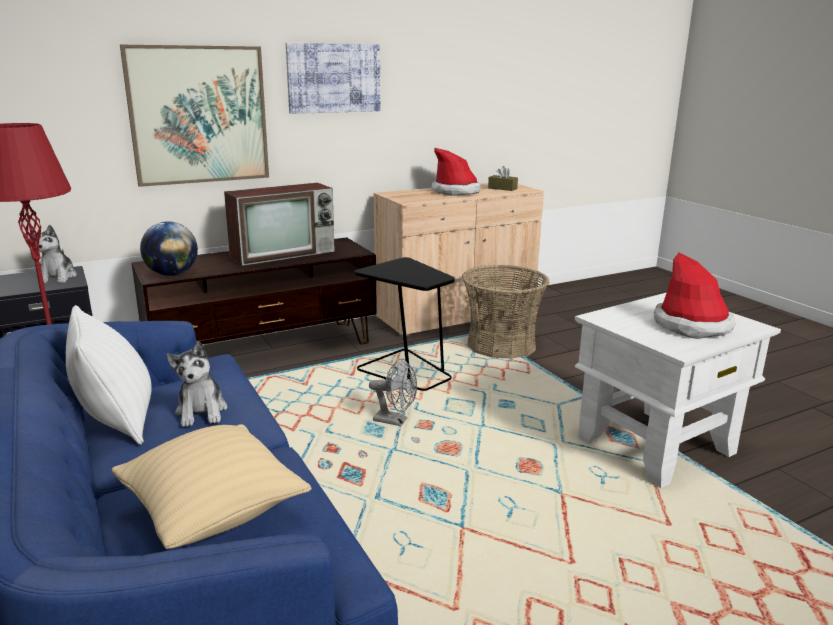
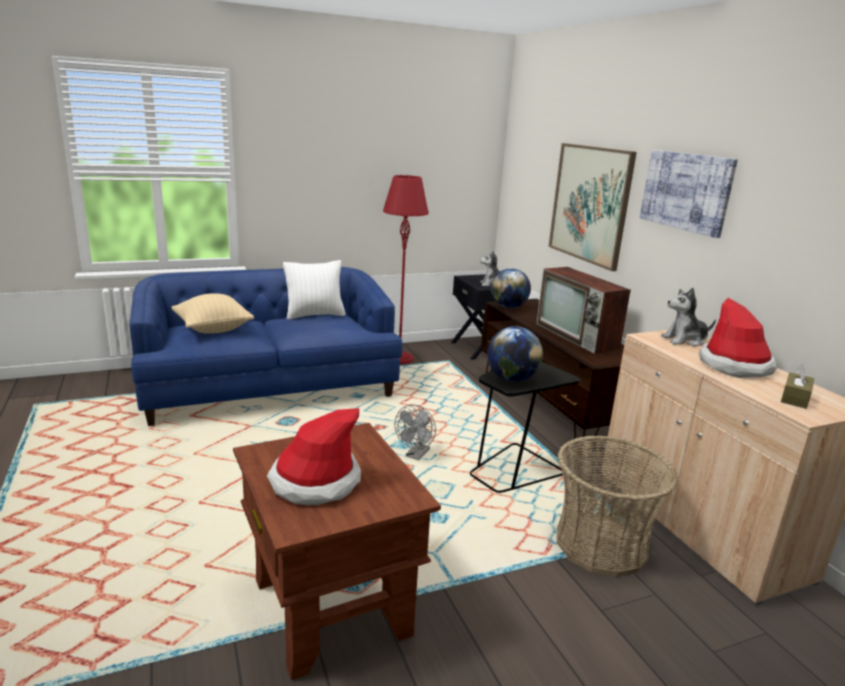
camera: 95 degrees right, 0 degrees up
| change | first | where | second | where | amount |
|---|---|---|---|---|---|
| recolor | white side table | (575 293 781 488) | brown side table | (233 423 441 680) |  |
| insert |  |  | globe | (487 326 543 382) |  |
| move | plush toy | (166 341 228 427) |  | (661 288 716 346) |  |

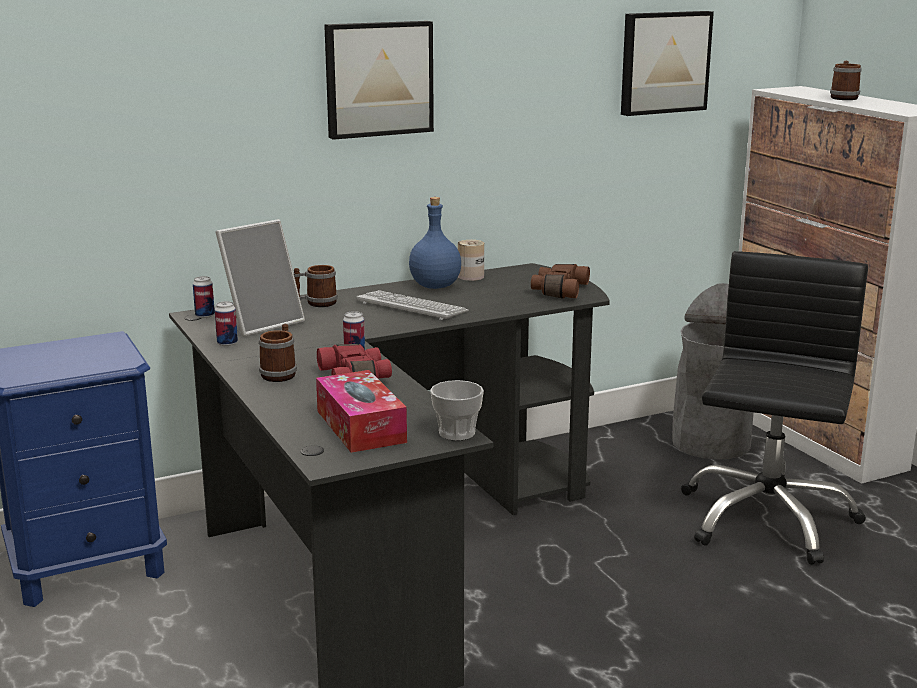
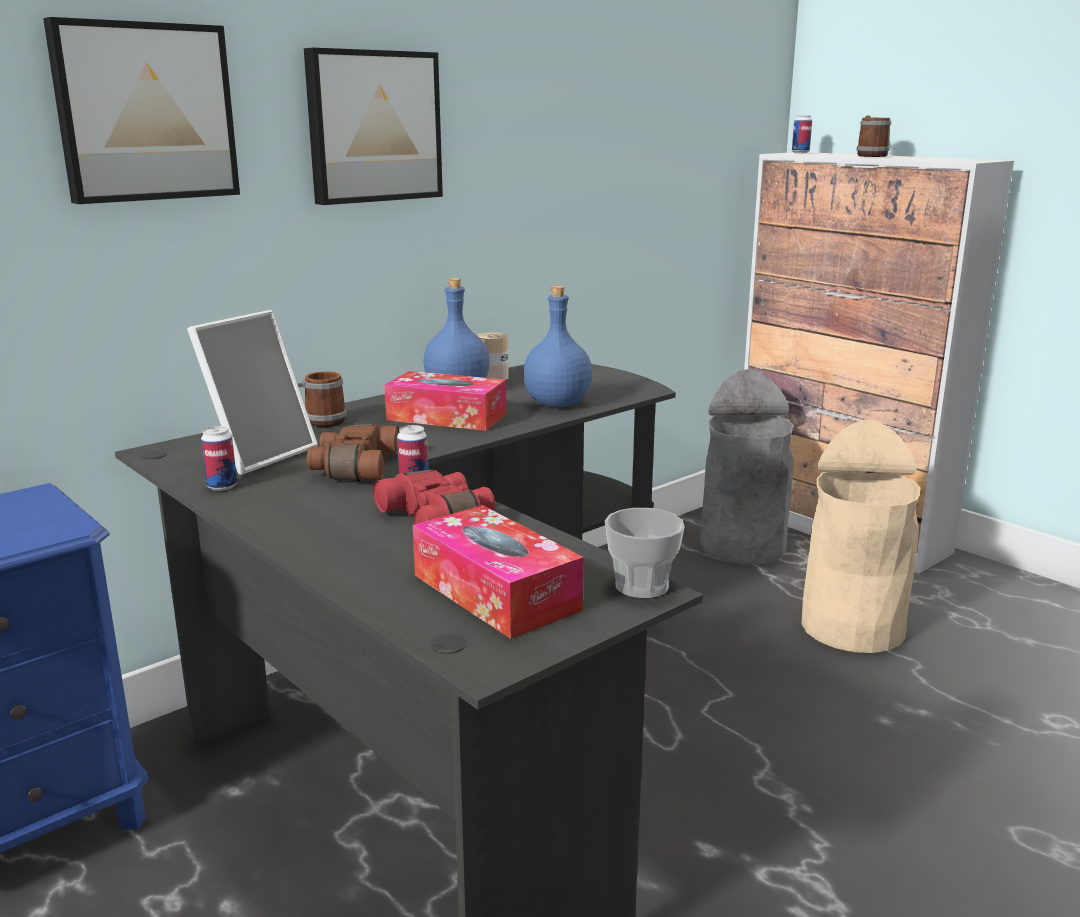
camera: 15 degrees left, 0 degrees up
| change | first | where | second | where | amount |
|---|---|---|---|---|---|
| move | picture | (621 11 714 116) |  | (43 17 240 204) |  |
| move | brown binoculars | (531 264 590 298) |  | (307 424 400 482) |  |
| replace | keyboard | (357 290 469 320) | tissue box | (384 371 506 431) |  |
| insert |  |  | blue bottle | (523 286 592 407) |  |
| move | can | (193 276 215 318) |  | (792 115 812 153) |  |
| replace | black office chair | (681 251 868 565) | beige trash can | (802 419 921 653) |  |
| delete | mug | (259 324 297 382) |  |  |  |

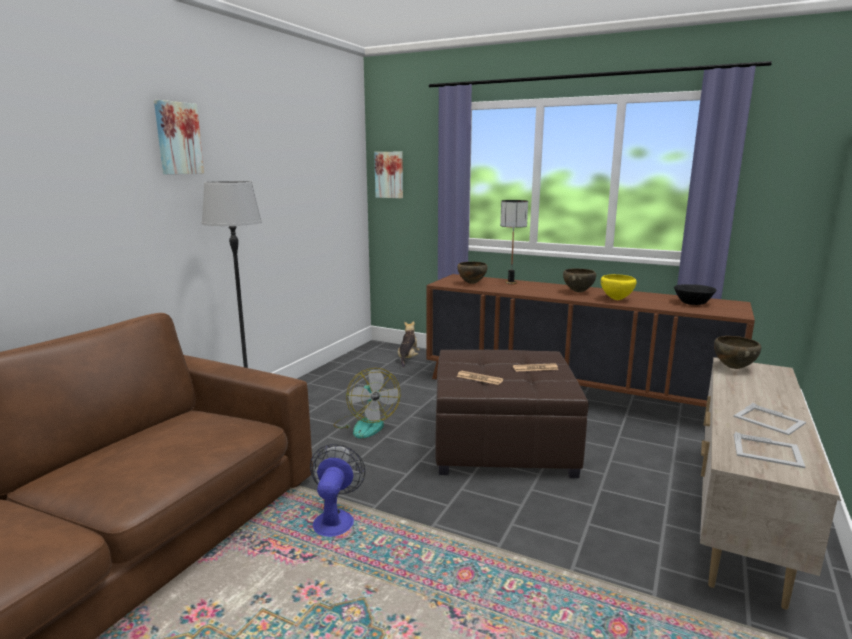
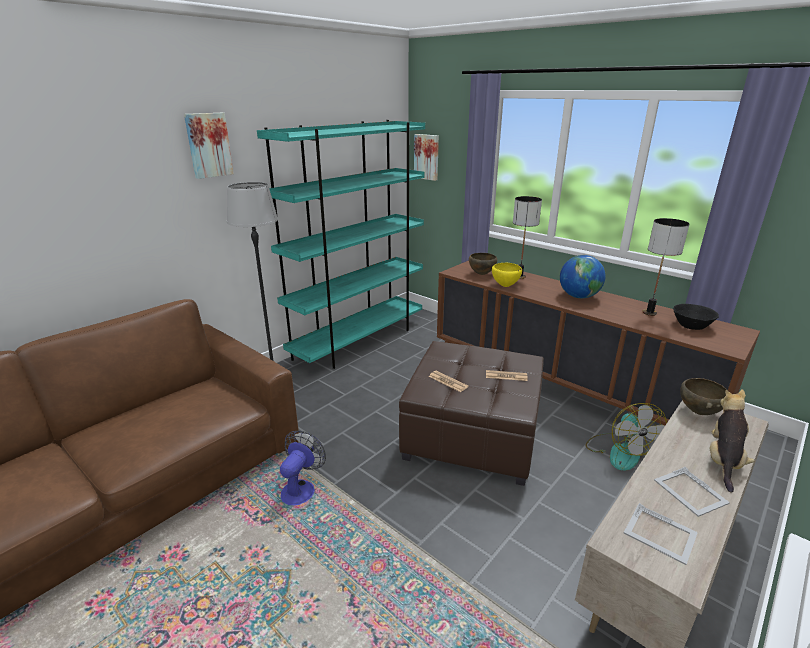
camera: 15 degrees right, 10 degrees up
| change | first | where | second | where | amount |
|---|---|---|---|---|---|
| insert |  |  | turquoise bookcase | (257 120 425 369) |  |
| move | yellow bowl | (601 274 637 300) |  | (492 263 522 287) |  |
| replace | brown bowl | (563 268 596 293) | globe | (560 255 606 298) |  |
| move | fan | (334 368 400 438) |  | (586 403 667 471) |  |
| insert |  |  | table lamp | (642 218 689 316) |  |
| move | plush toy | (398 321 420 367) |  | (709 389 755 493) |  |

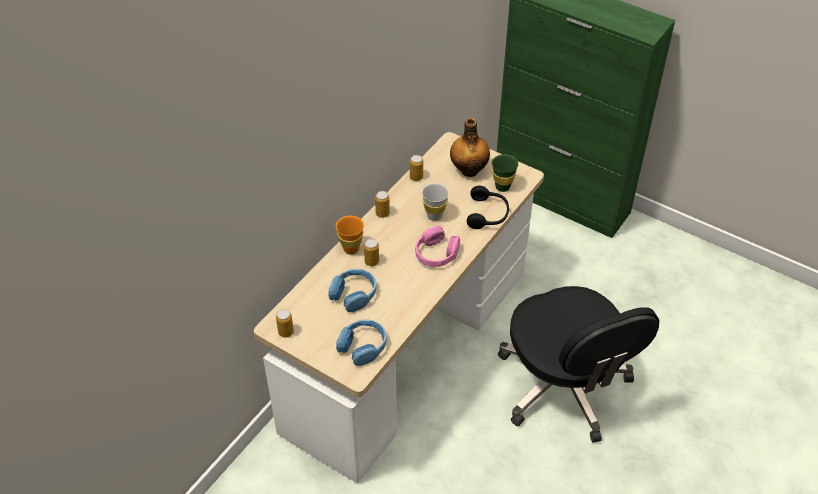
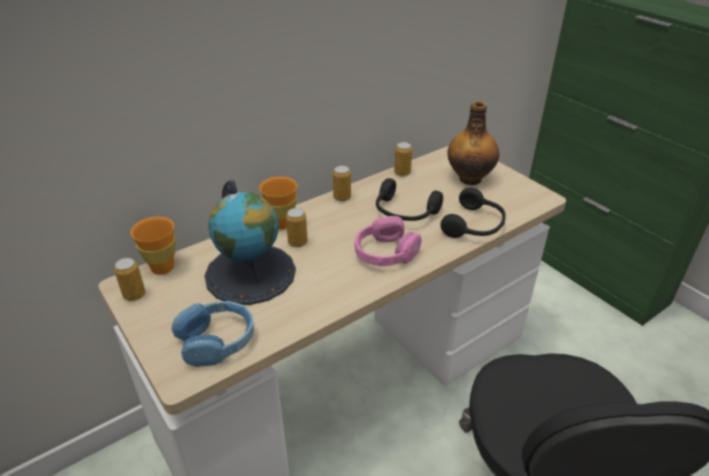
camera: 20 degrees right, 10 degrees down
| change | first | where | second | where | amount |
|---|---|---|---|---|---|
| insert |  |  | orange cup | (131 217 175 275) |  |
| replace | blue headphones | (328 269 376 312) | globe | (204 180 296 305) |  |
| replace | white cup | (422 183 449 221) | black headphones | (376 178 443 221) |  |
| delete | green cup | (492 154 518 192) |  |  |  |

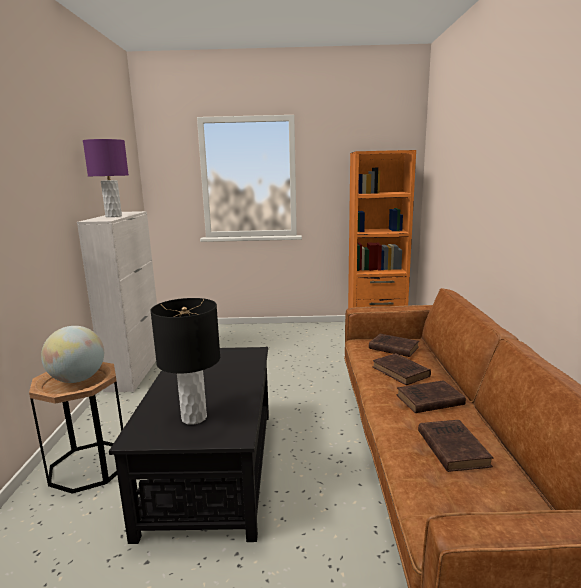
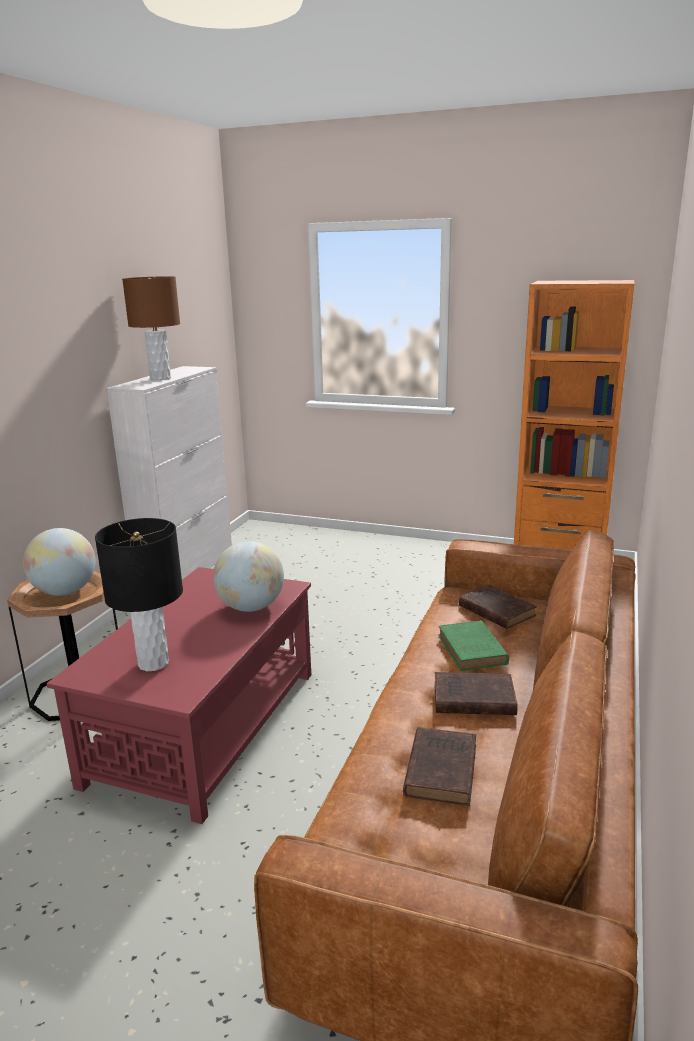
camera: 20 degrees right, 5 degrees up
| change | first | where | second | where | amount |
|---|---|---|---|---|---|
| recolor | black coffee table | (109 347 269 544) | red coffee table | (46 567 311 824) |  |
| recolor | purple table lamp | (83 139 129 217) | brown table lamp | (122 276 180 380) |  |
| insert |  |  | globe | (213 541 284 612) |  |
| recolor | brown book | (373 353 431 385) | green book | (438 620 509 671) |  |

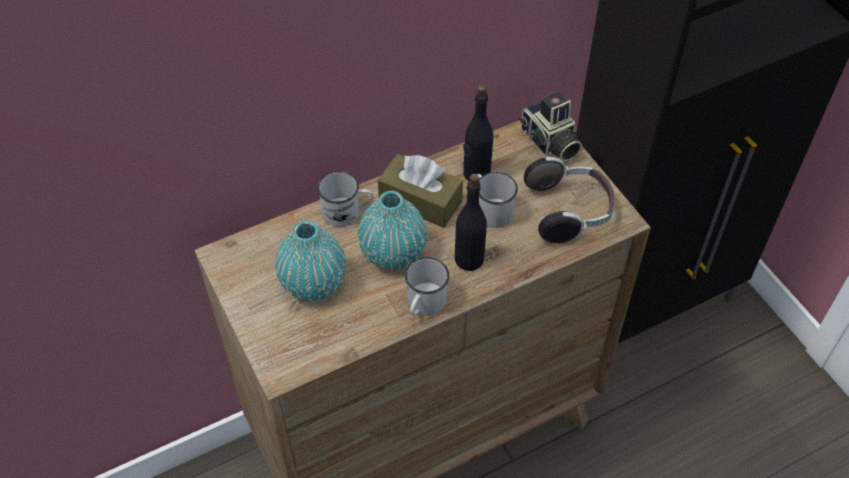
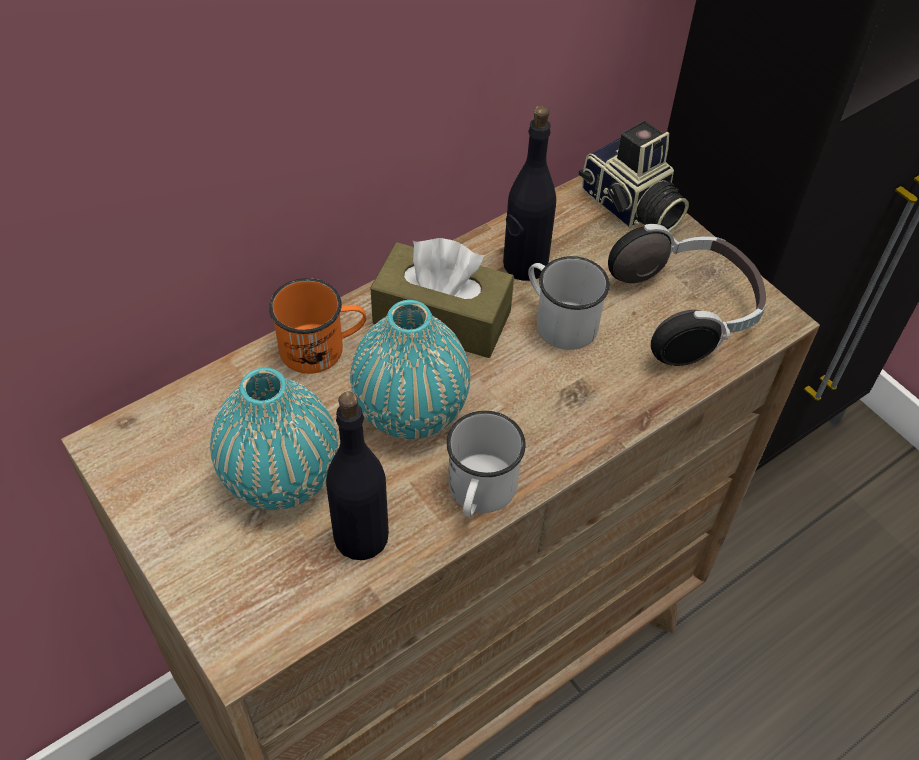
camera: 10 degrees left, 0 degrees up
| change | first | where | second | where | amount |
|---|---|---|---|---|---|
| recolor | white mug | (317 171 373 227) | orange mug | (269 278 366 374) |  |
| move | black bottle | (455 174 487 271) |  | (326 391 389 560) |  |

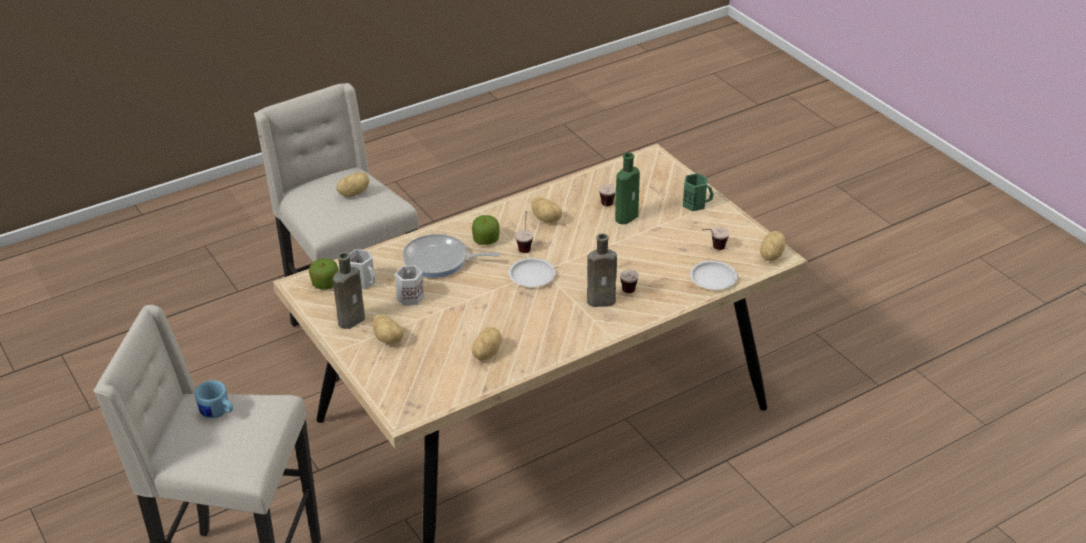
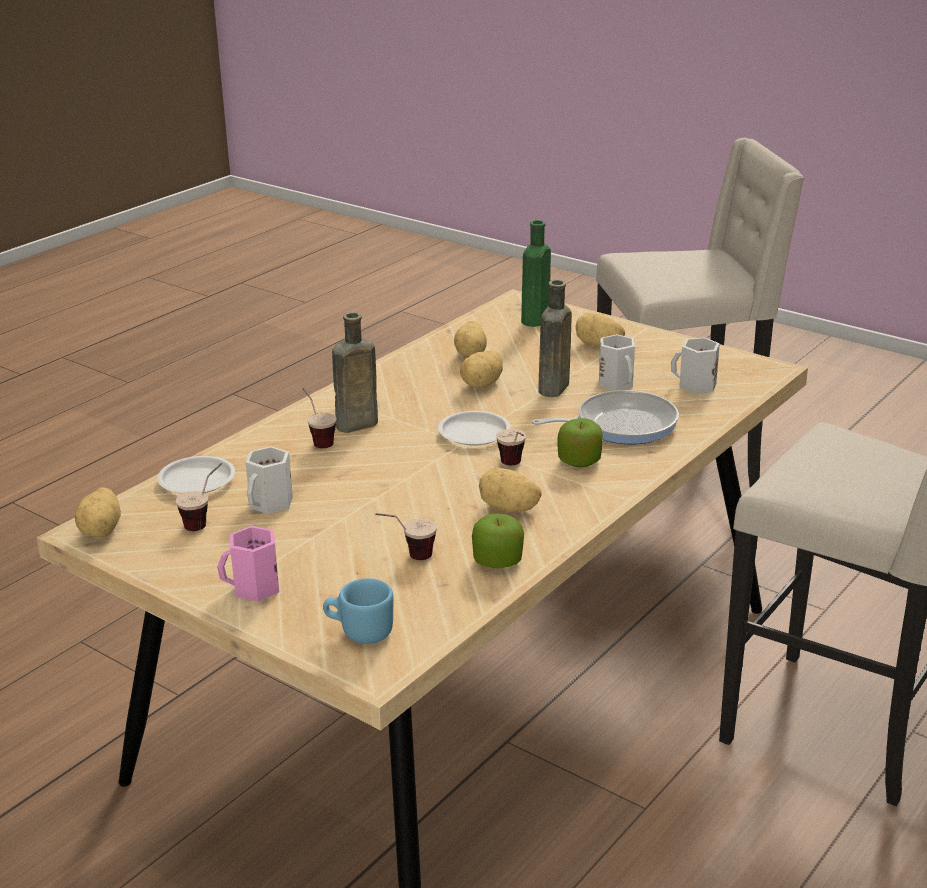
camera: 160 degrees right, 10 degrees down
| change | first | where | second | where | amount |
|---|---|---|---|---|---|
| recolor | green mug | (683 173 714 211) | pink mug | (217 526 279 602) |  |
| insert |  |  | white mug | (246 446 293 514) |  |
| move | blue mug | (195 380 233 419) |  | (323 578 393 644) |  |
| move | potato | (336 172 370 197) |  | (460 350 503 388) |  |
| move | apple | (309 259 339 290) |  | (472 513 524 568) |  |
| move | green bottle | (615 153 640 224) |  | (521 220 551 327) |  |
| move | brown bottle | (333 252 365 329) |  | (538 280 572 397) |  |

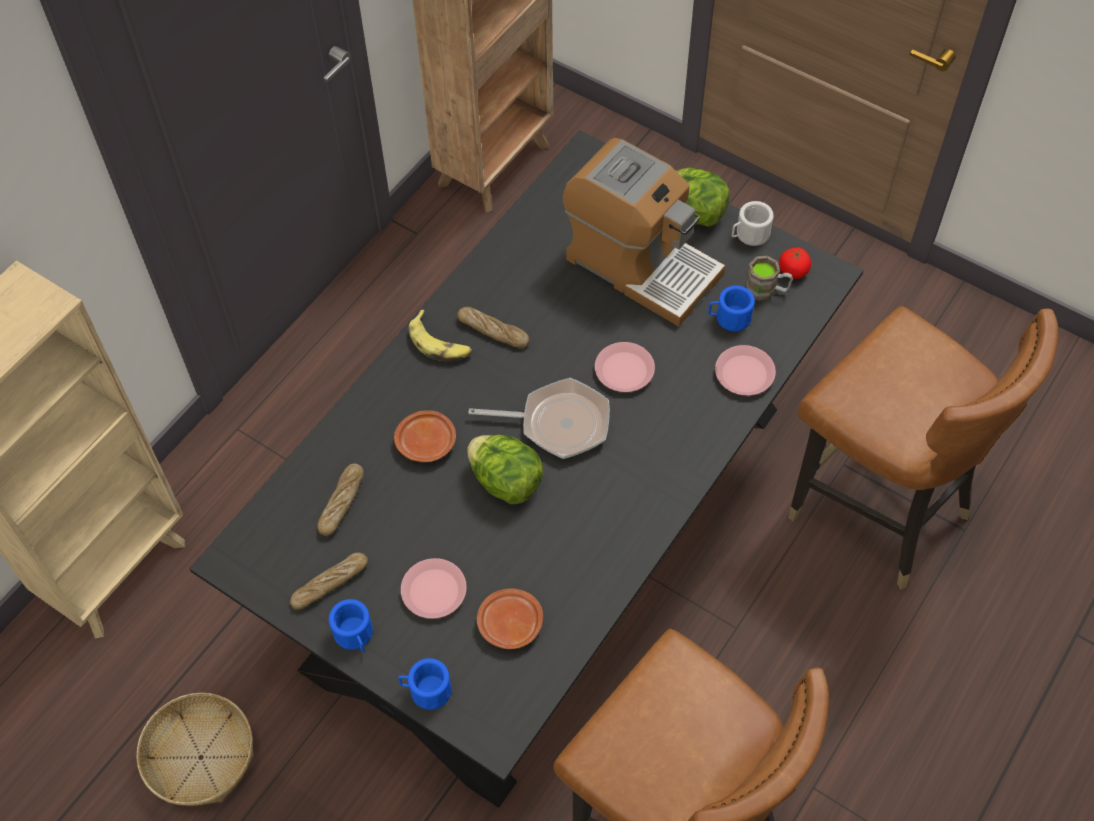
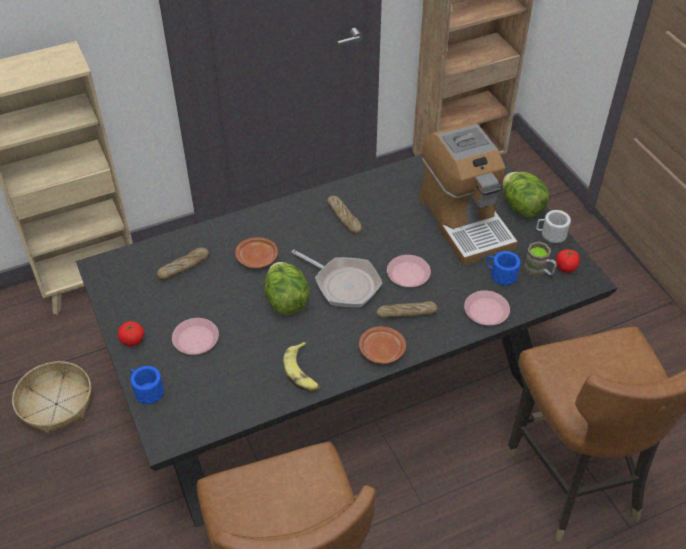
camera: 30 degrees right, 10 degrees down
| change | first | where | second | where | amount |
|---|---|---|---|---|---|
| replace | blue mug | (329 599 373 653) | tomato | (118 321 144 347) |  |
| move | banana | (409 310 472 361) |  | (283 342 320 391) |  |
| move | brown plate | (477 588 543 649) |  | (359 326 406 364) |  |
| move | bread | (290 552 368 610) |  | (376 301 438 318) |  |

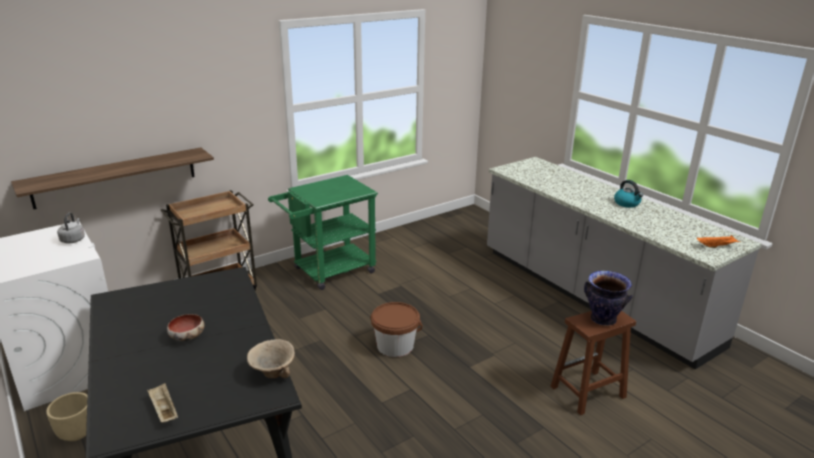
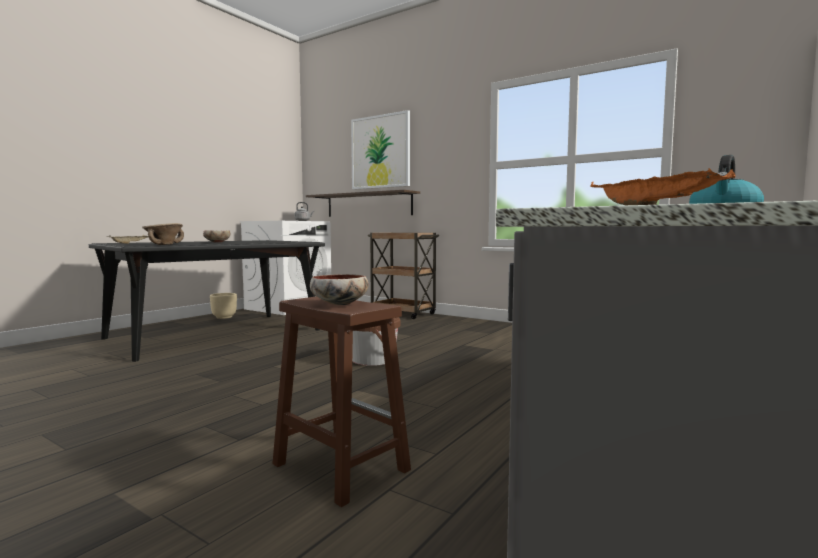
camera: 70 degrees right, 20 degrees down
| change | first | where | second | where | amount |
|---|---|---|---|---|---|
| replace | vase | (584 271 633 326) | bowl | (310 274 369 305) |  |
| insert |  |  | picture | (351 110 410 190) |  |
| delete | green cart | (268 175 378 290) |  |  |  |

